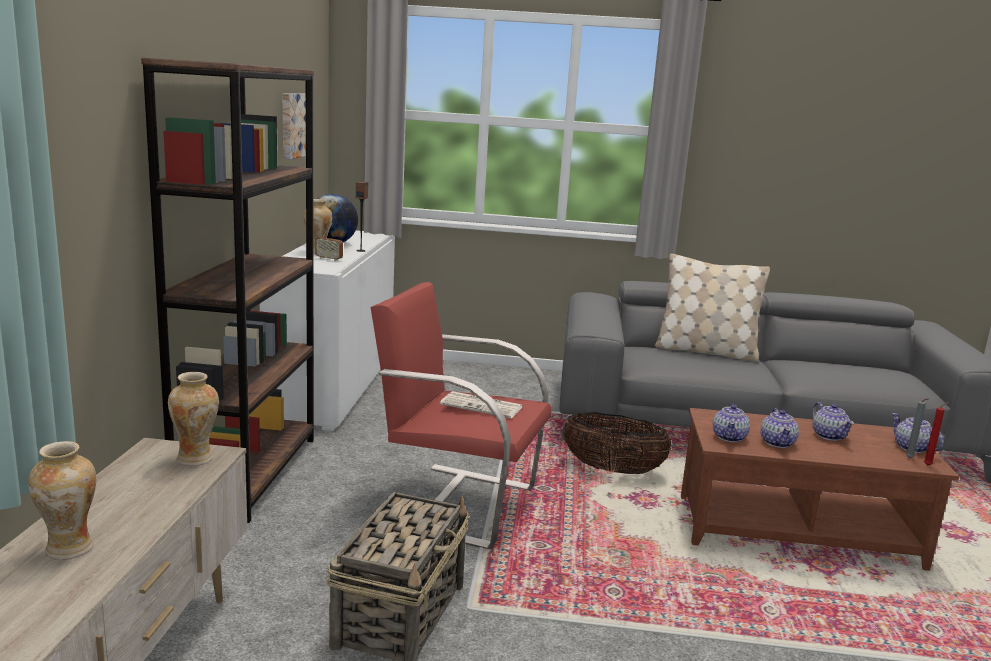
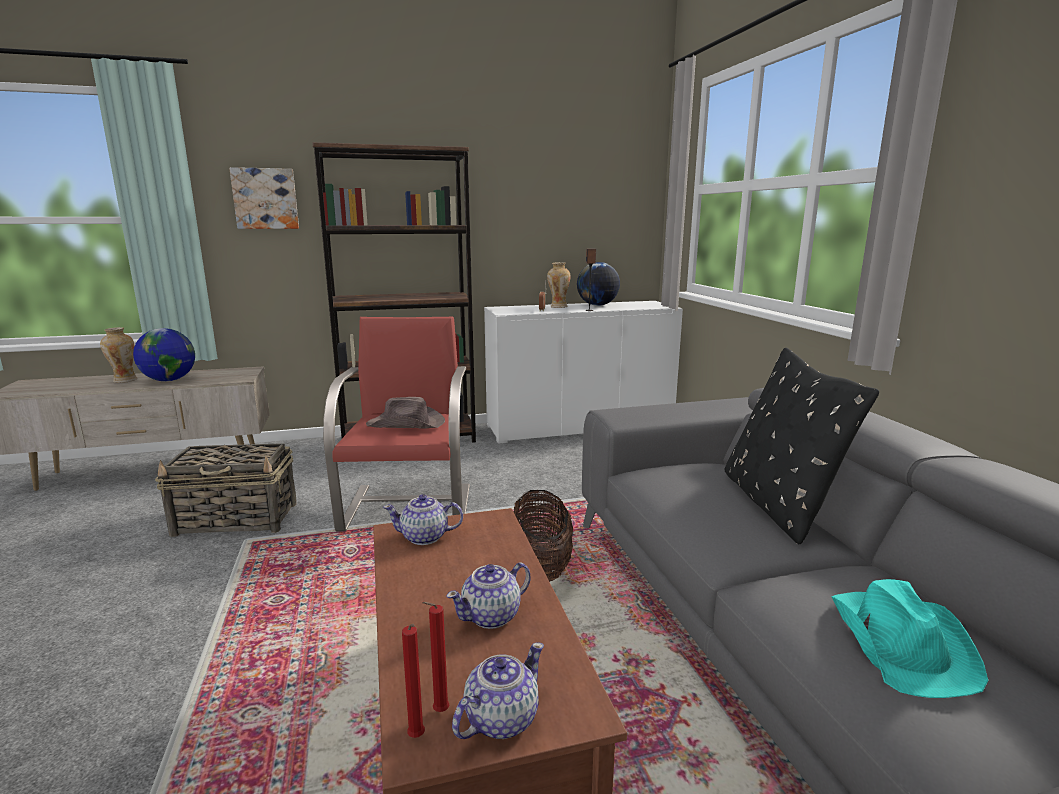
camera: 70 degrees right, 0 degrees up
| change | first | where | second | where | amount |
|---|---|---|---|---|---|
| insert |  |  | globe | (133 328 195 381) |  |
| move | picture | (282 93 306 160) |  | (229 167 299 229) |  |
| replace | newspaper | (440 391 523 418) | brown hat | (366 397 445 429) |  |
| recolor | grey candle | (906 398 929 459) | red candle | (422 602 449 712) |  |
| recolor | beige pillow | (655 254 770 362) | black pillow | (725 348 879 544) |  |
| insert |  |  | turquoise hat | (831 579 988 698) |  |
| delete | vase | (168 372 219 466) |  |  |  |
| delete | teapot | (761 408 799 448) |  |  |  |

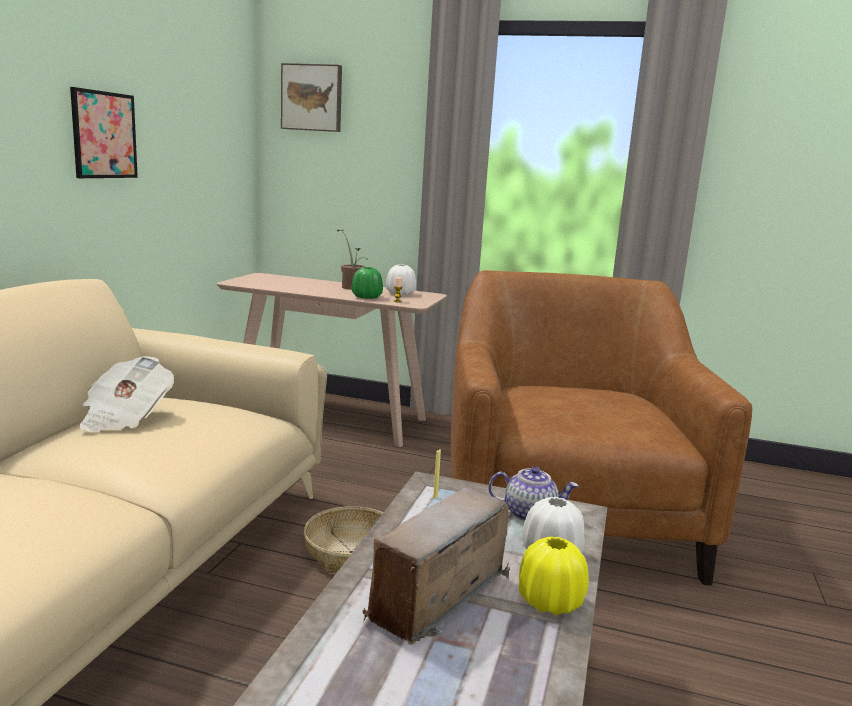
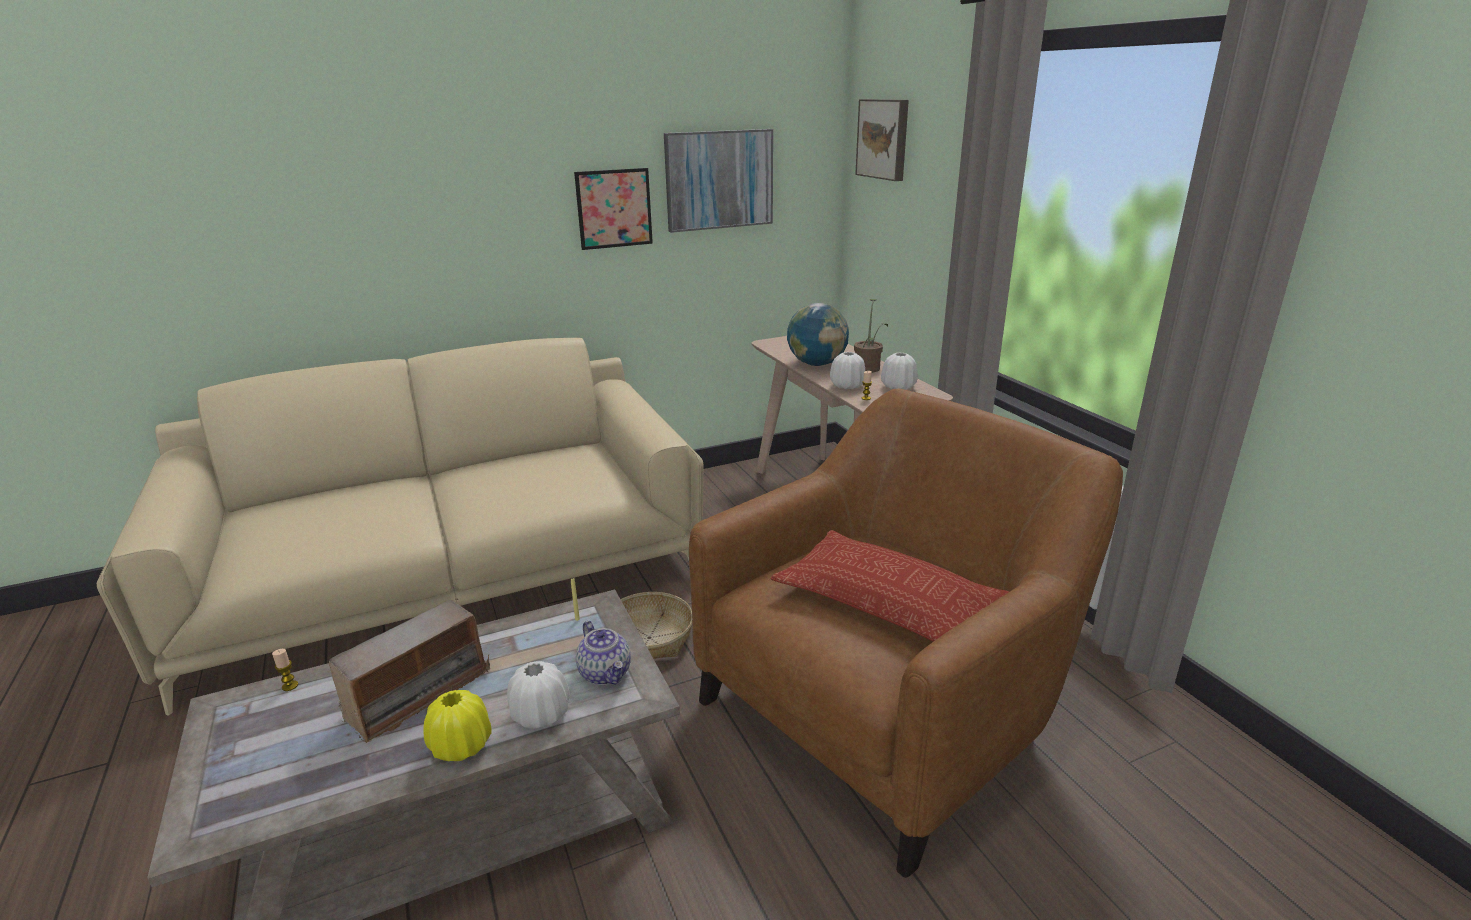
camera: 50 degrees right, 10 degrees up
| change | first | where | second | where | amount |
|---|---|---|---|---|---|
| insert |  |  | candle | (272 649 298 691) |  |
| rotate | radio | (363 488 510 645) |  | (329 599 490 743) | 135 degrees clockwise |
| insert |  |  | picture | (664 129 773 233) |  |
| insert |  |  | pillow | (771 530 1009 642) |  |
| insert |  |  | globe | (787 303 849 366) |  |
| recolor | green vase | (352 267 383 299) | white vase | (830 352 865 389) |  |
| delete | newspaper | (80 356 174 432) |  |  |  |

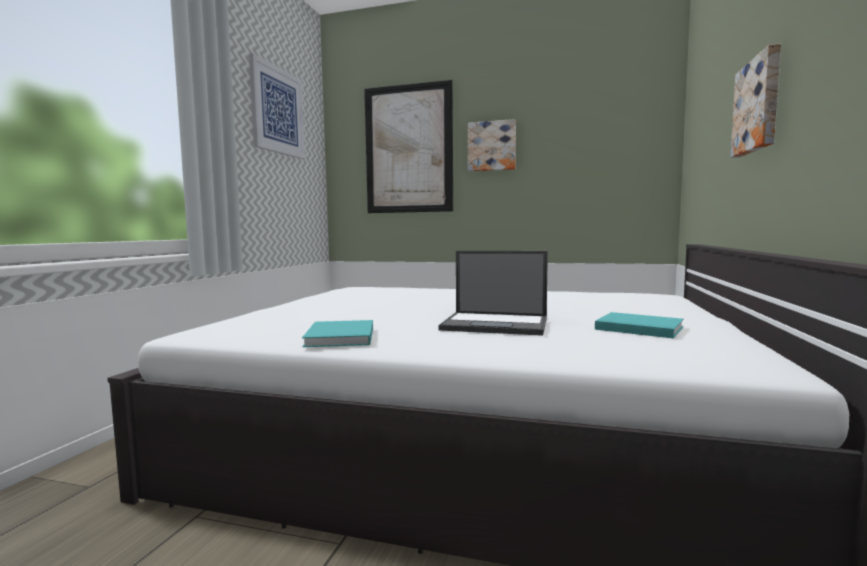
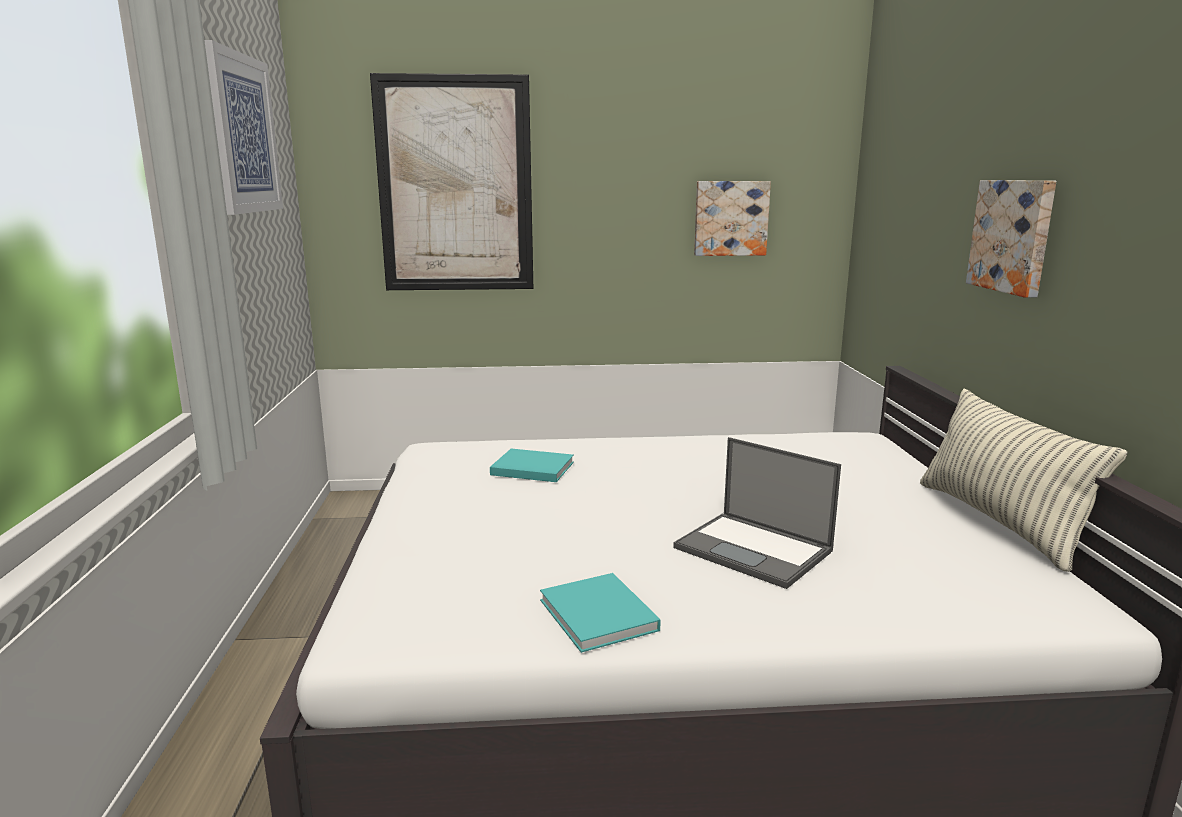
camera: 20 degrees left, 10 degrees up
| change | first | where | second | where | amount |
|---|---|---|---|---|---|
| move | turquoise book | (595 312 684 338) |  | (490 449 574 482) |  |
| rotate | laptop | (439 251 548 336) |  | (673 437 841 589) | 45 degrees clockwise |
| move | picture | (468 119 516 172) |  | (694 181 771 256) |  |
| insert |  |  | pillow | (920 389 1127 572) |  |

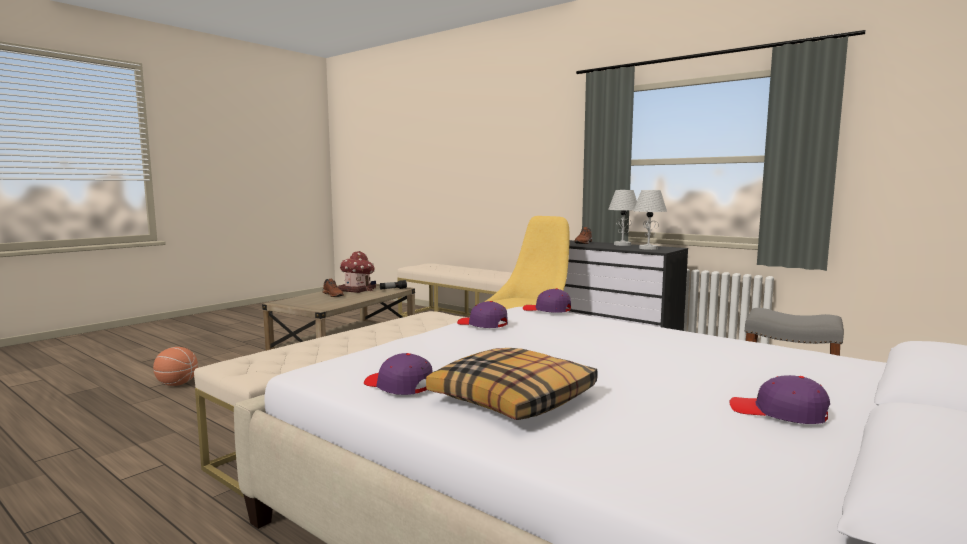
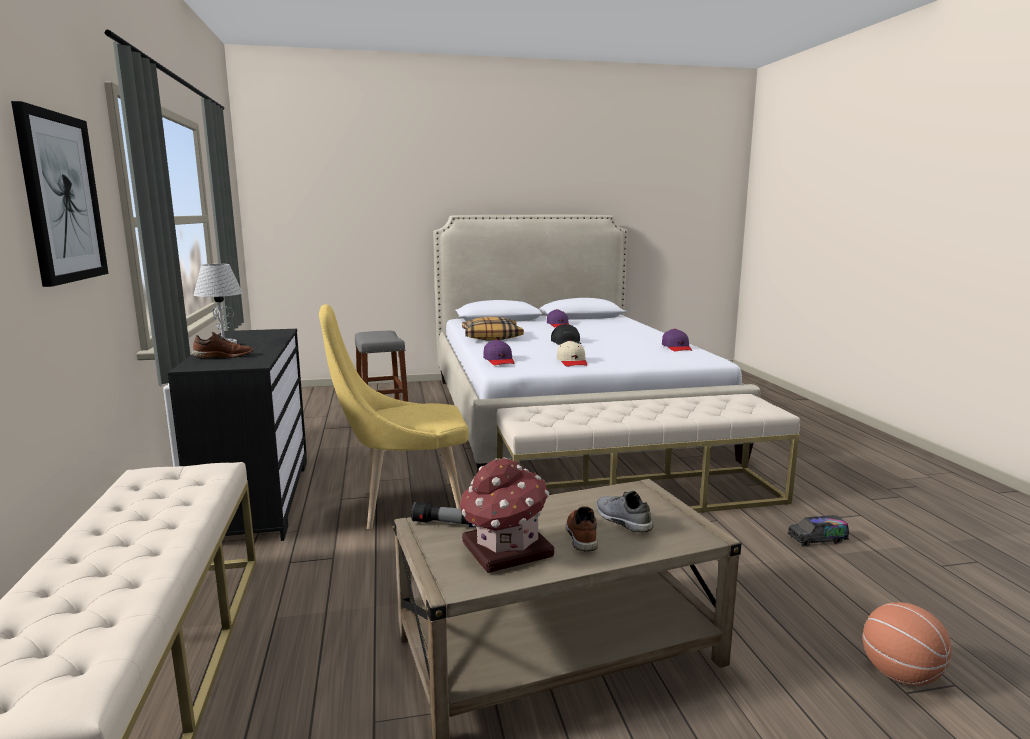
camera: 140 degrees left, 5 degrees up
| change | first | where | second | where | amount |
|---|---|---|---|---|---|
| insert |  |  | picture | (11 101 108 287) |  |
| move | pillow | (426 348 598 420) |  | (462 317 524 341) |  |
| insert |  |  | black cap | (551 324 581 345) |  |
| recolor | purple cap | (457 301 508 328) | beige cap | (557 340 587 367) |  |
| insert |  |  | grey shoe | (596 491 654 532) |  |
| insert |  |  | toy truck | (788 515 849 547) |  |
| delete | white table lamp | (633 190 667 250) |  |  |  |

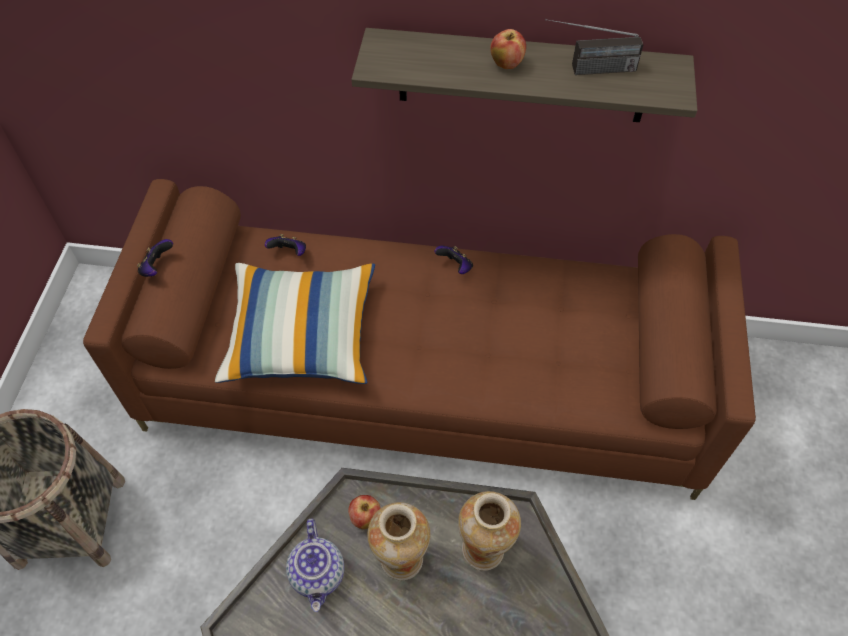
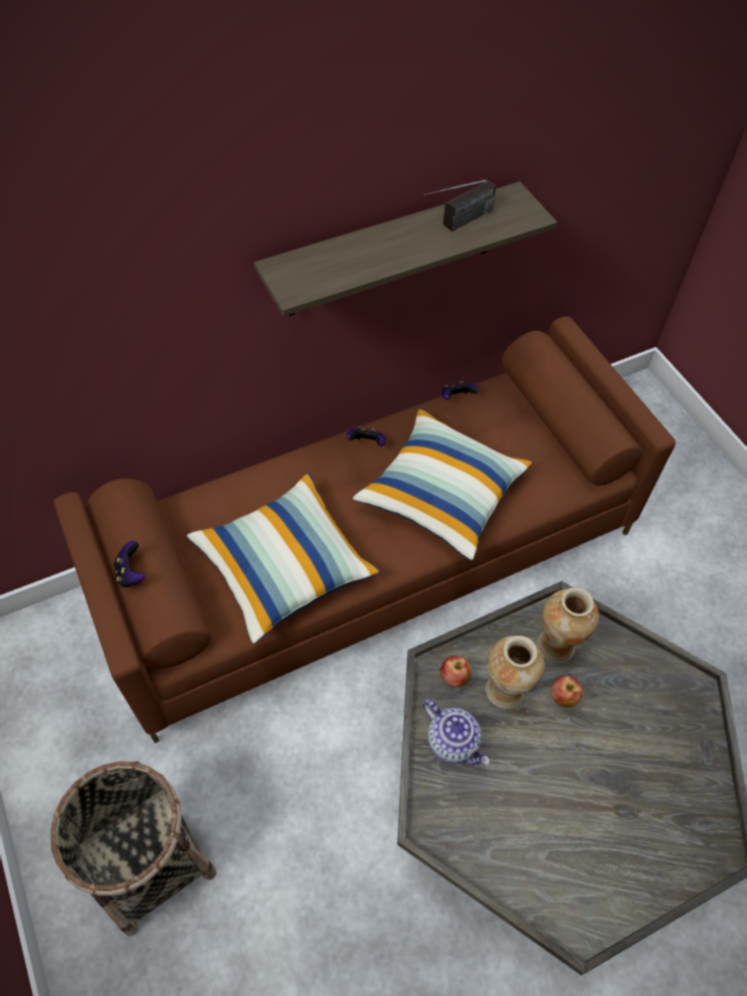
camera: 35 degrees left, 0 degrees up
| change | first | where | second | where | amount |
|---|---|---|---|---|---|
| insert |  |  | pillow | (353 408 533 560) |  |
| move | game controller | (265 234 306 256) |  | (442 381 479 400) |  |
| move | apple | (490 29 526 69) |  | (552 676 583 707) |  |

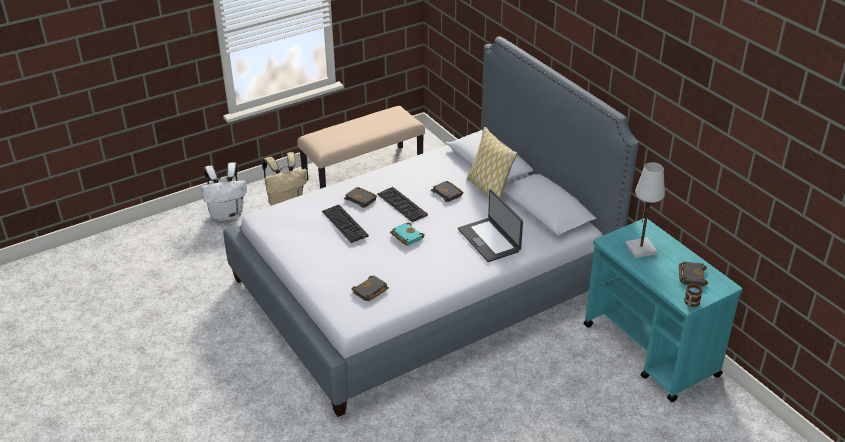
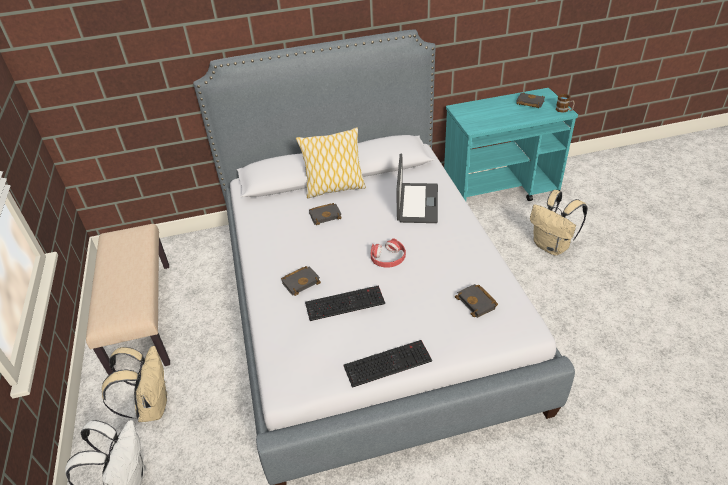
camera: 70 degrees left, 5 degrees up
| change | first | where | second | where | amount |
|---|---|---|---|---|---|
| move | keyboard | (377 187 428 222) |  | (344 340 432 388) |  |
| replace | turquoise book | (390 222 425 246) | red headphones | (371 238 406 268) |  |
| rotate | laptop | (458 189 523 262) |  | (396 154 438 223) | 75 degrees counterclockwise |
| insert |  |  | beige backpack | (530 190 587 256) |  |
| delete | white table lamp | (625 162 665 258) |  |  |  |

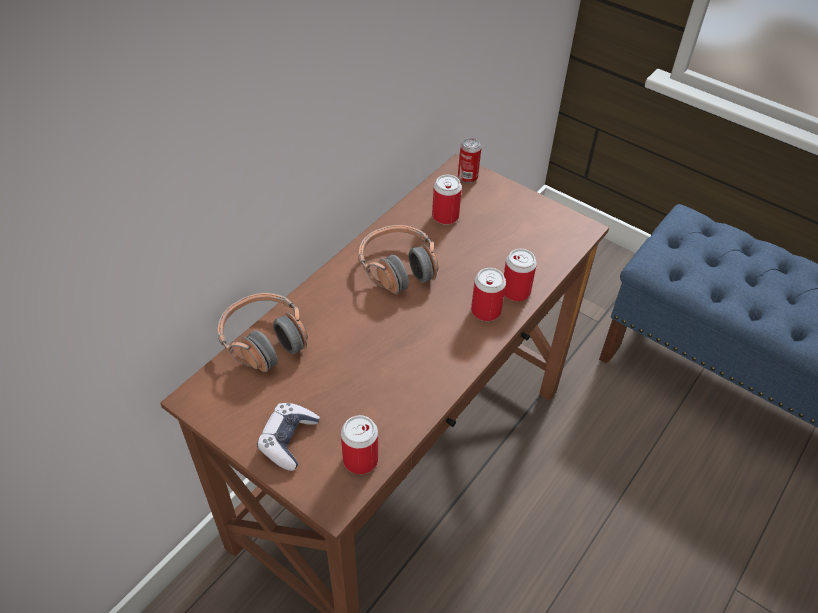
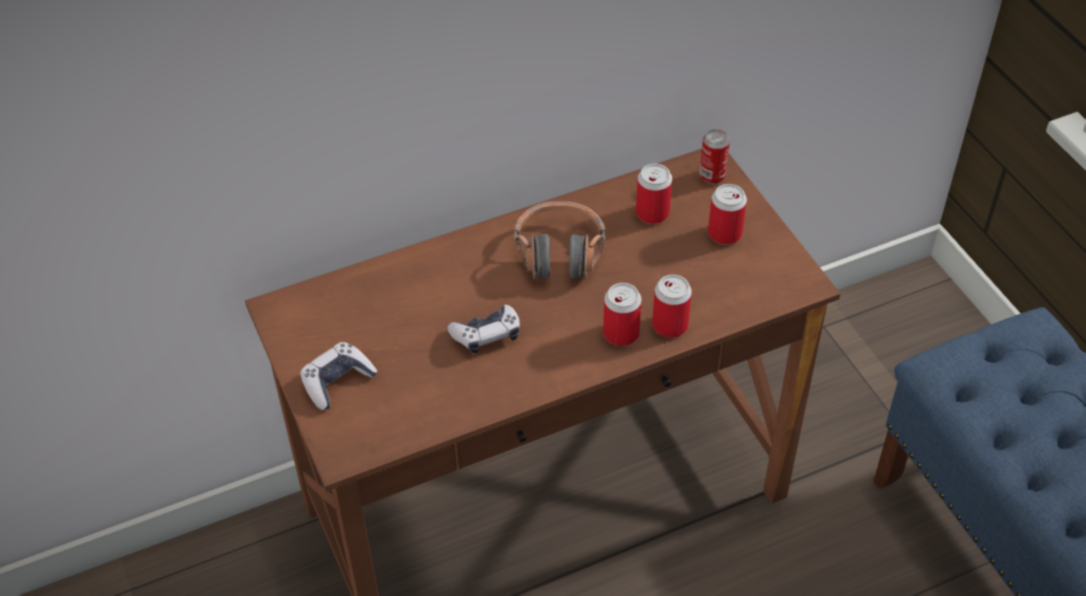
camera: 30 degrees right, 0 degrees up
| change | first | where | second | where | amount |
|---|---|---|---|---|---|
| insert |  |  | game controller | (447 305 520 354) |  |
| move | can | (341 415 378 474) |  | (708 184 747 245) |  |
| delete | headphones | (218 293 308 372) |  |  |  |

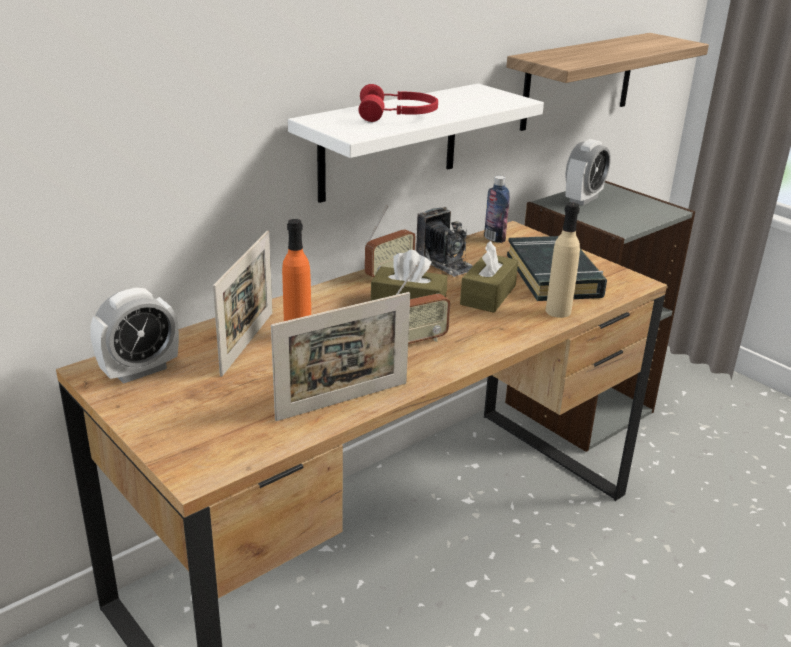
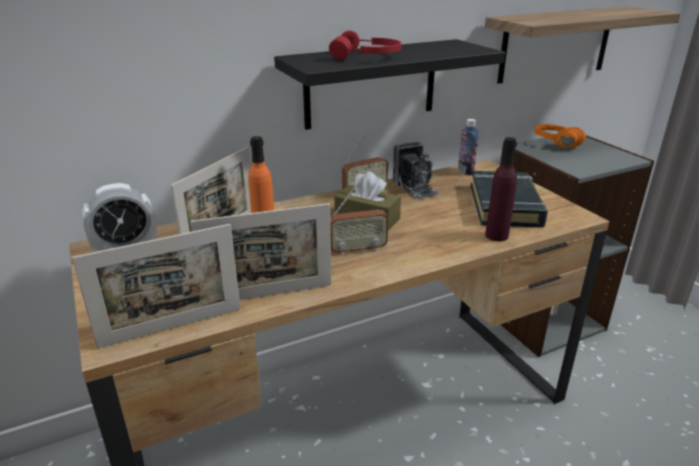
camera: 15 degrees right, 0 degrees up
| change | first | where | second | where | amount |
|---|---|---|---|---|---|
| insert |  |  | picture frame | (72 224 241 348) |  |
| recolor | white shelf | (288 84 544 203) | black shelf | (274 39 505 130) |  |
| recolor | beige bottle | (546 202 580 318) | purple bottle | (485 137 517 241) |  |
| replace | alarm clock | (565 139 611 205) | orange headphones | (535 124 586 148) |  |
| delete | brown tissue box | (460 241 518 313) |  |  |  |

